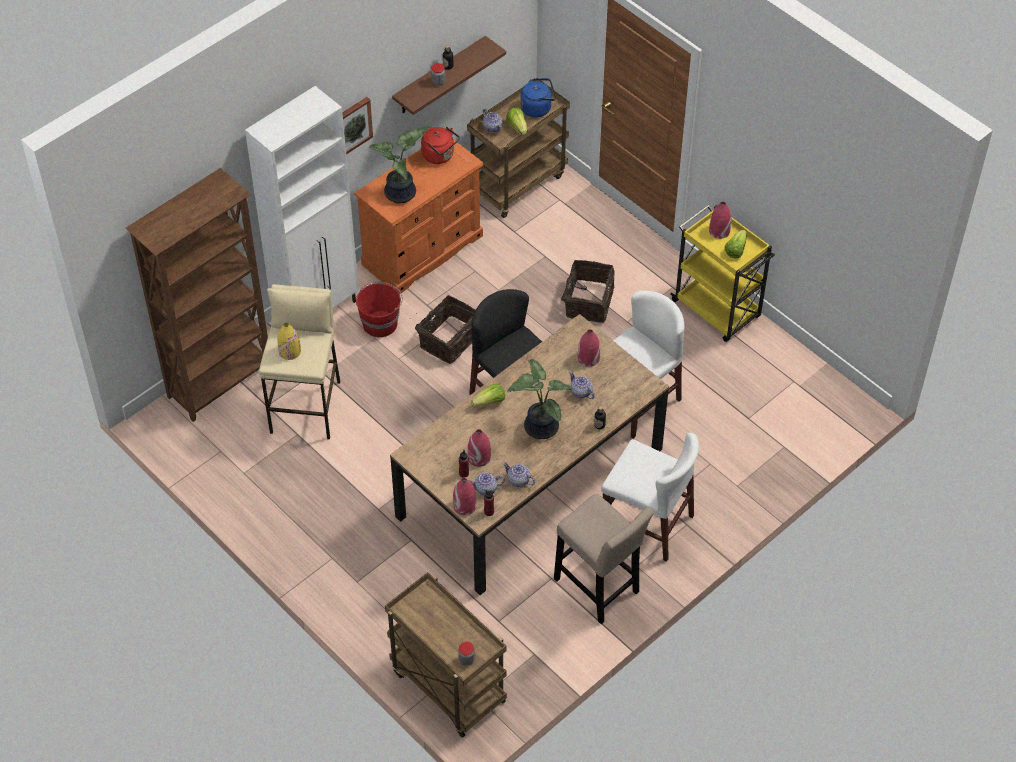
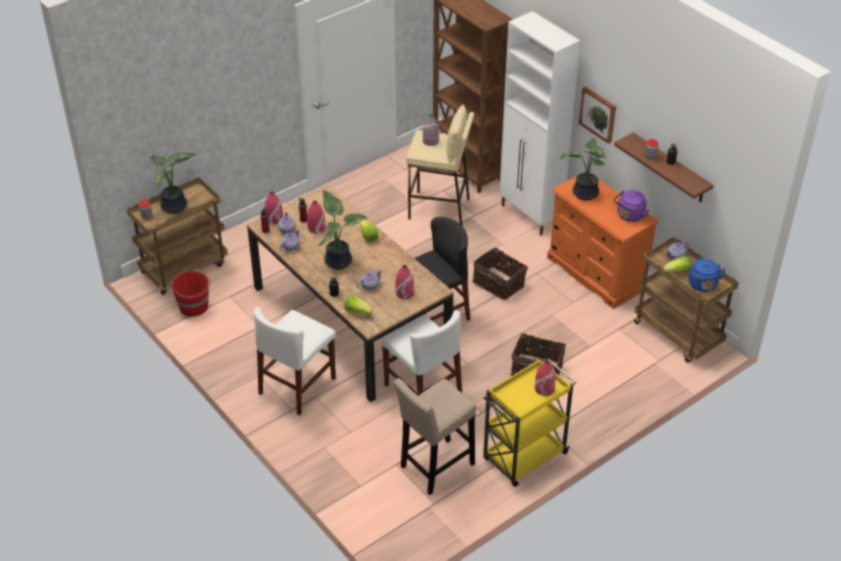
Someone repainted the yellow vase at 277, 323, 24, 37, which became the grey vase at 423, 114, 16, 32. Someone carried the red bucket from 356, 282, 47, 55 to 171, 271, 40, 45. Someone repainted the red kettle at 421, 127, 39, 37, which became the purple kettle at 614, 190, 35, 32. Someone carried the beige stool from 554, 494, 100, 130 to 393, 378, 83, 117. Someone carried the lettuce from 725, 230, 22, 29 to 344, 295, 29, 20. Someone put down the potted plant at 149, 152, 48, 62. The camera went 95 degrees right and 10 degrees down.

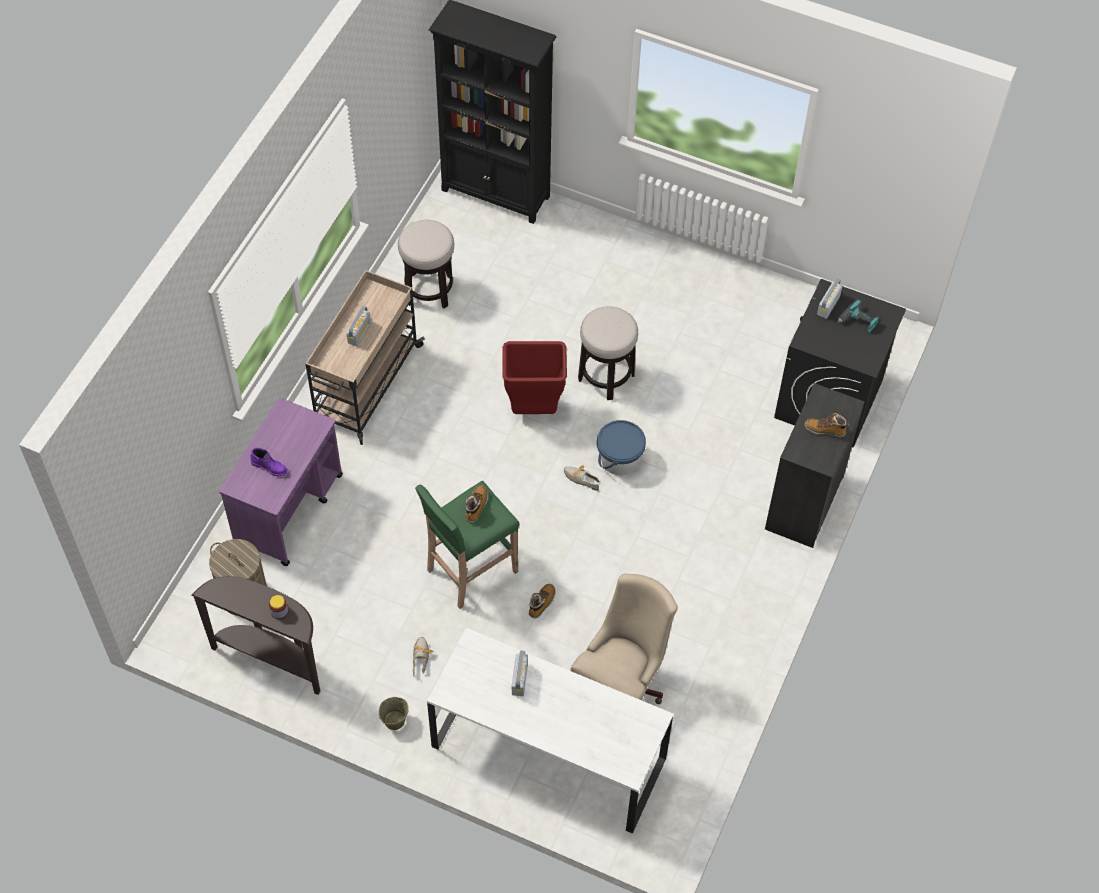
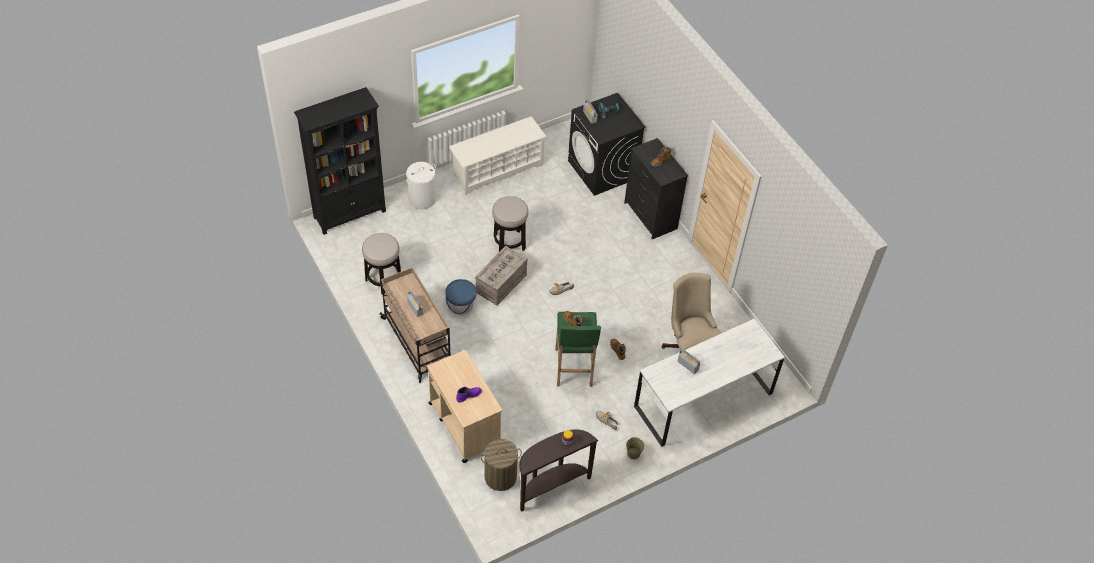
Someone repainted the purple cart at 219, 398, 124, 168, which became the beige cart at 427, 350, 75, 113. Someone swapped the red trash can at 502, 341, 65, 73 for the crate at 475, 246, 53, 60. Someone carried the blue bucket from 597, 420, 49, 55 to 445, 279, 31, 36. Someone put down the white laundry basket at 406, 162, 30, 47. Someone put down the white shoe rack at 449, 116, 98, 79. The camera went 55 degrees left and 5 degrees down.

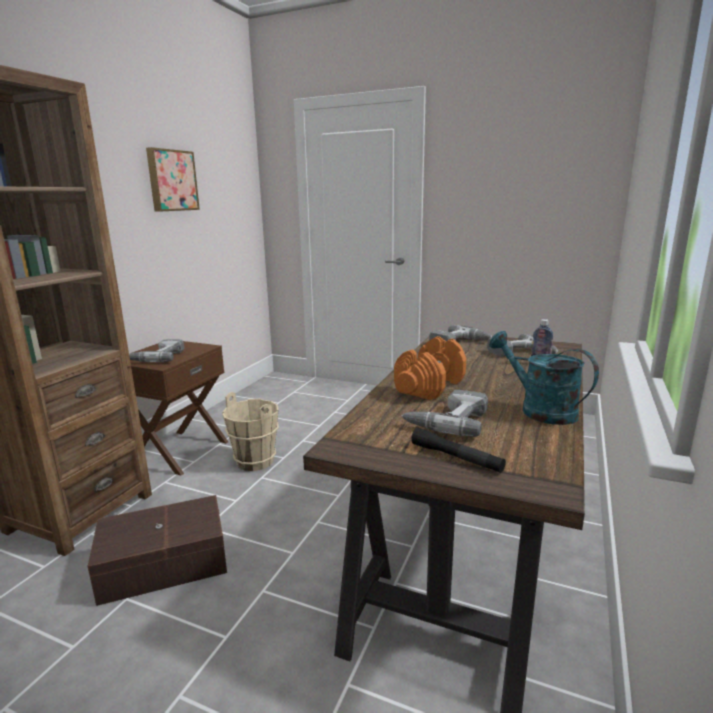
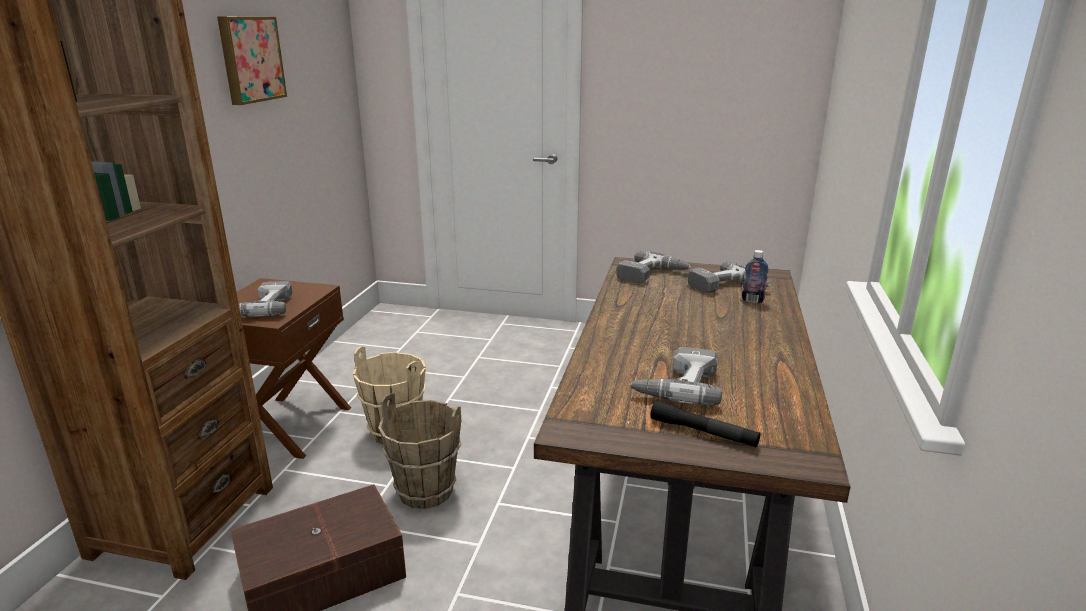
Someone took away the orange dumbbell at 394, 336, 72, 64. Someone took away the turquoise watering can at 489, 331, 110, 94. Someone put down the brown bucket at 378, 393, 84, 116. The camera went 10 degrees left and 5 degrees up.

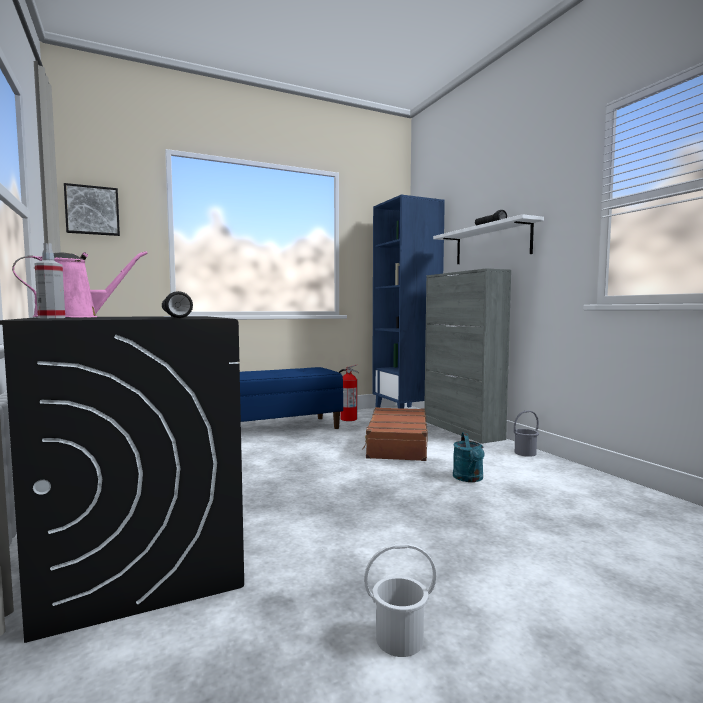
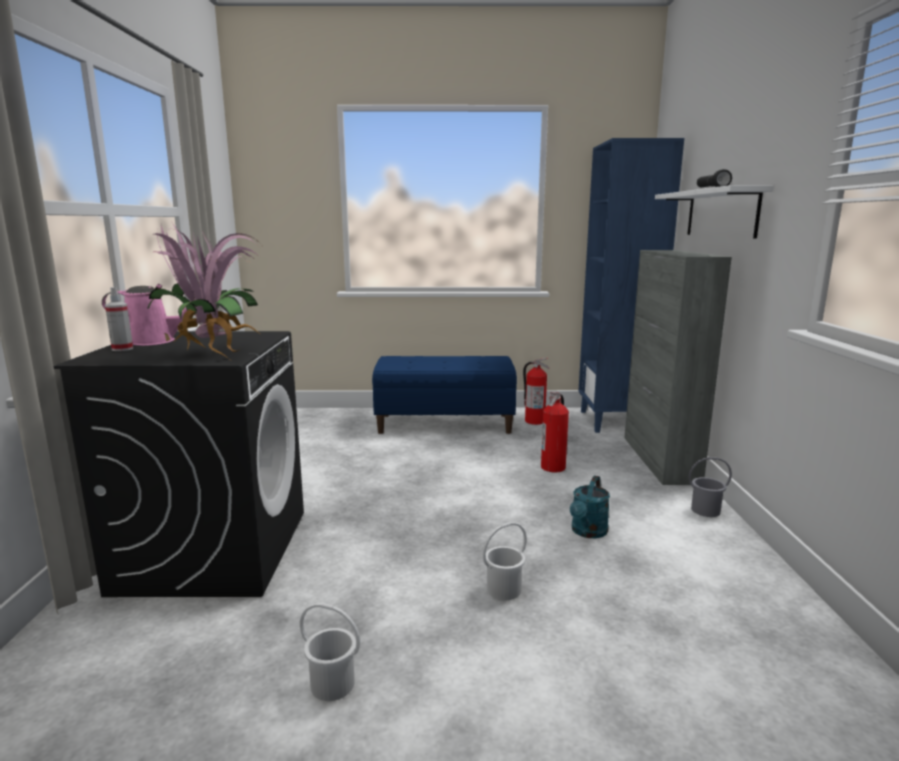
Someone took away the picture at 64, 183, 56, 53. Someone swapped the black flashlight at 162, 291, 31, 27 for the potted plant at 147, 223, 113, 136. Someone swapped the brown suitcase at 362, 407, 66, 54 for the fire extinguisher at 541, 392, 28, 80. Someone put down the white bucket at 483, 522, 44, 78. The camera went 25 degrees right and 10 degrees up.

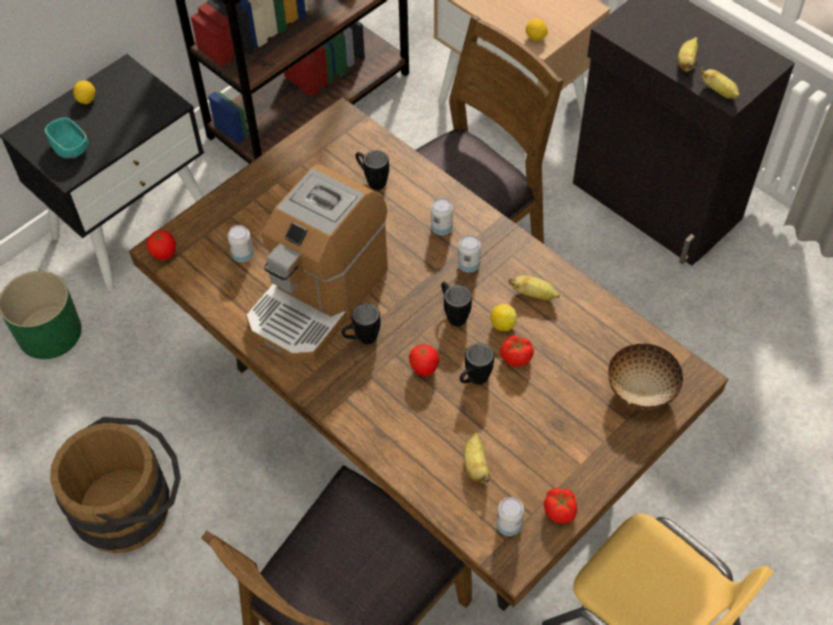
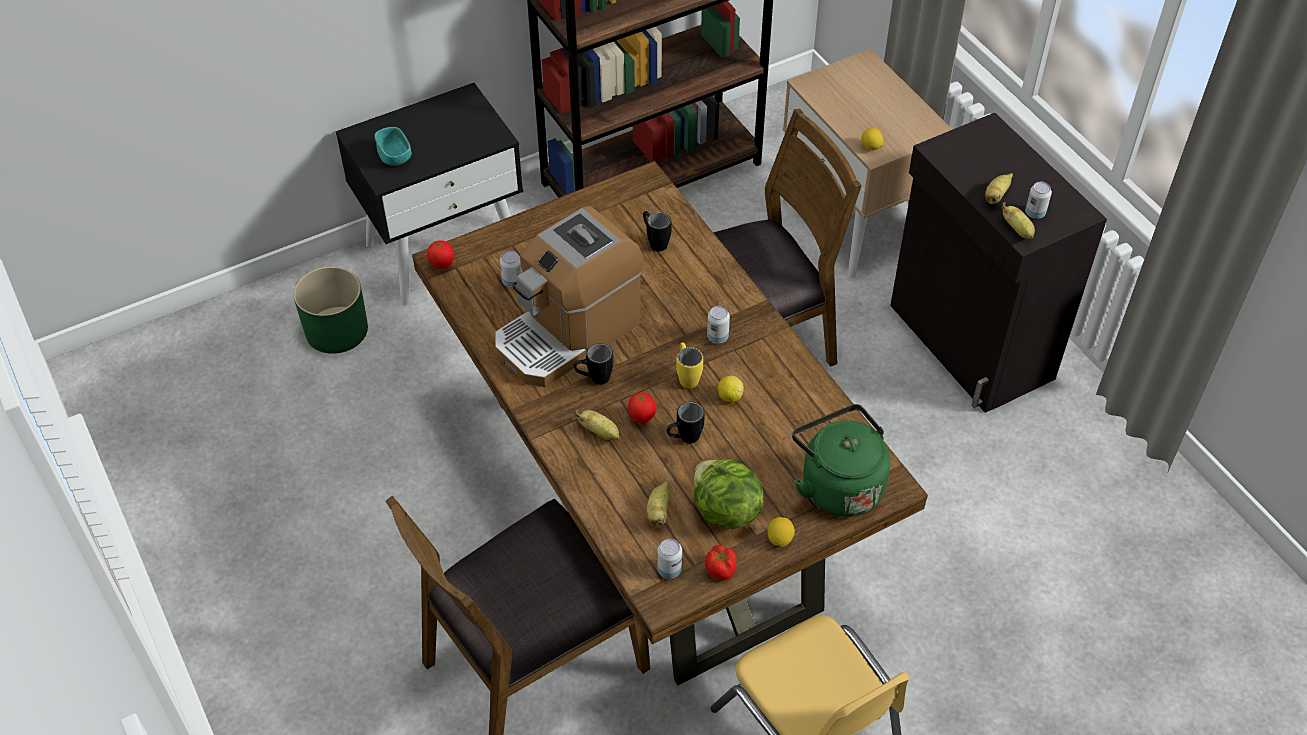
Someone took away the brown bucket at 50, 417, 131, 136. Someone carried the lemon from 73, 80, 22, 24 to 768, 517, 27, 30. Someone carried the can from 431, 198, 22, 37 to 1025, 182, 27, 37. Someone repainted the black mug at 441, 282, 31, 44, which became the yellow mug at 676, 342, 27, 46. Someone took away the tomato at 500, 335, 34, 32. Someone carried the banana from 509, 275, 51, 25 to 575, 410, 45, 30. Someone swapped the bowl at 608, 344, 75, 66 for the green kettle at 792, 404, 98, 113. Someone put down the lettuce at 694, 459, 70, 70. The camera went 15 degrees right and 5 degrees down.

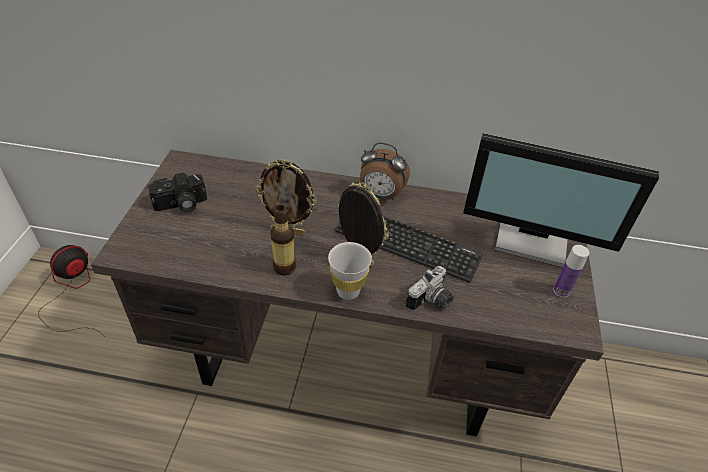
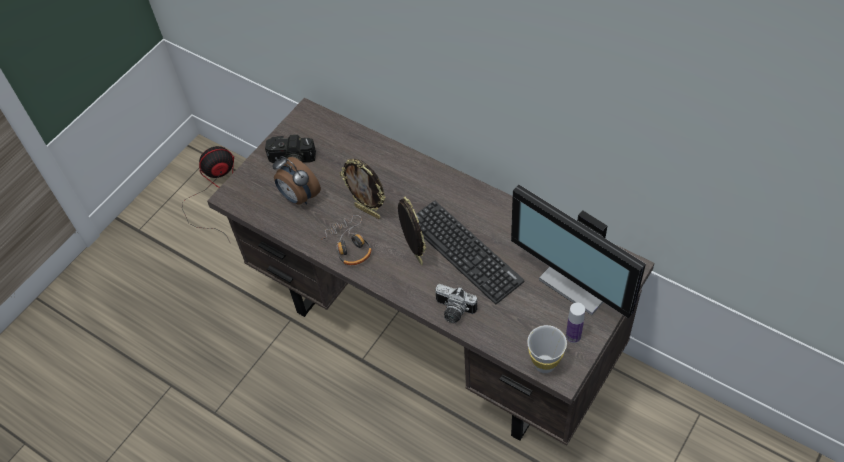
Someone swapped the bottle at 270, 205, 26, 71 for the headphones at 321, 215, 51, 50. Someone carried the white cup from 328, 242, 44, 58 to 527, 325, 40, 48. Someone carried the alarm clock from 360, 143, 50, 57 to 272, 156, 49, 49. Someone rotated the photo camera at 406, 266, 47, 45 by 45 degrees clockwise. The camera went 30 degrees right and 10 degrees up.

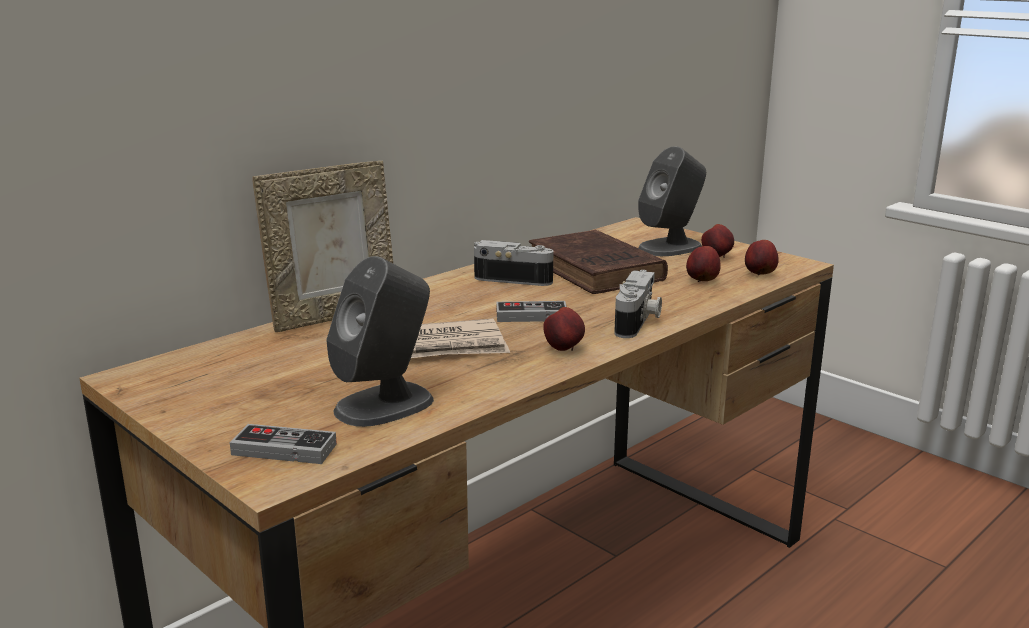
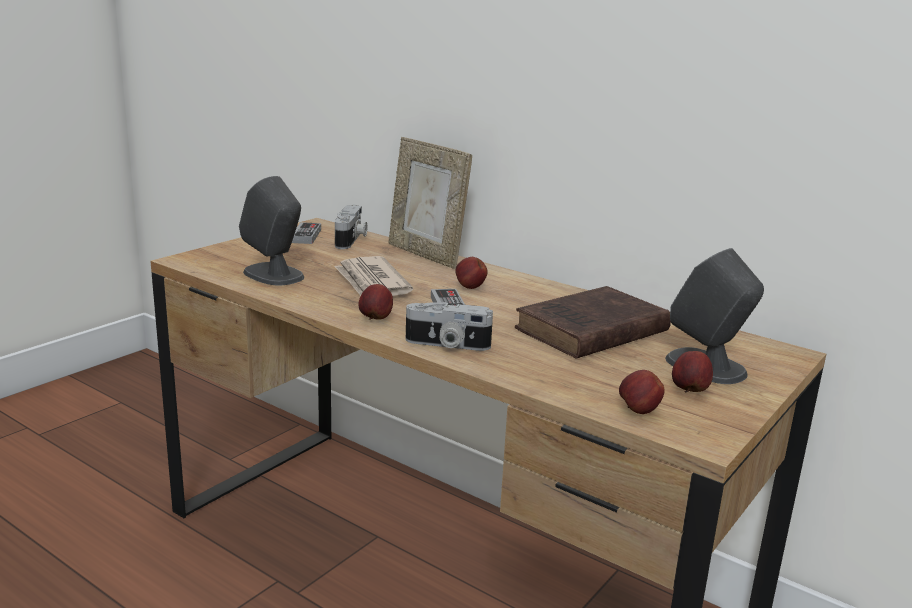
Someone carried the game controller from 230, 424, 107, 40 to 292, 222, 29, 22. Someone carried the photo camera from 474, 240, 79, 46 to 335, 205, 32, 44. Someone carried the apple from 686, 246, 35, 36 to 455, 257, 33, 32. The camera went 80 degrees right and 0 degrees up.

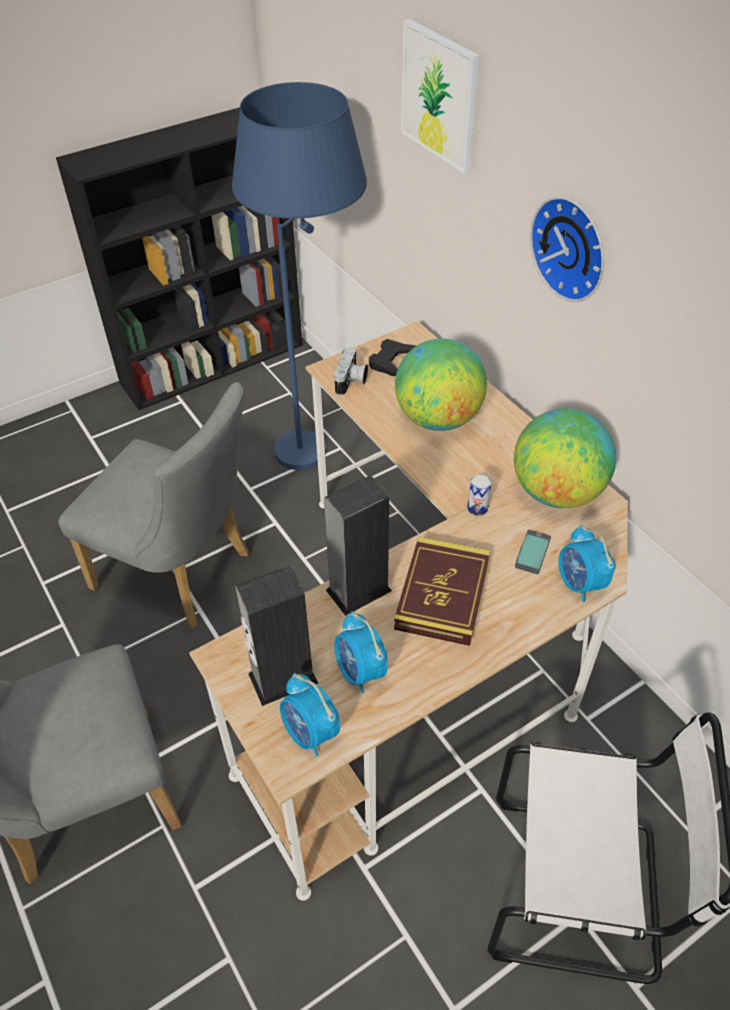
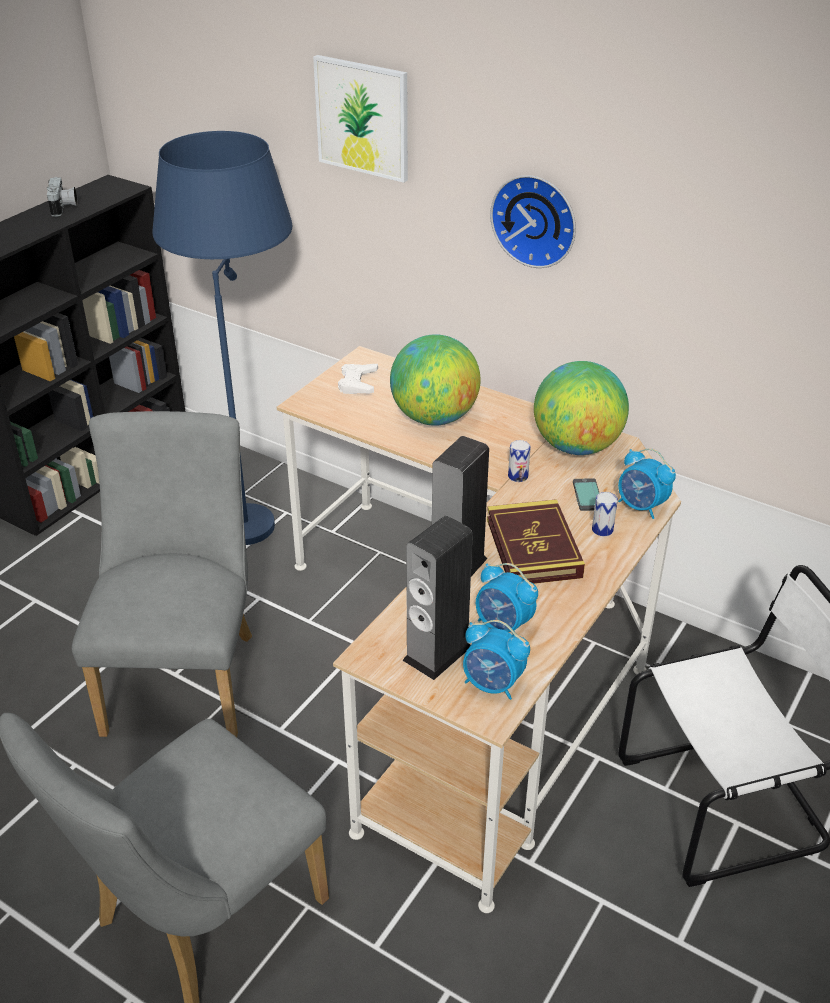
Someone rotated the grey chair at 58, 382, 191, 246 by 90 degrees counterclockwise. Someone carried the photo camera from 334, 347, 34, 49 to 47, 177, 31, 40. Someone repainted the black game controller at 369, 339, 46, 37, which became the white game controller at 338, 364, 40, 30. Someone put down the can at 592, 492, 26, 44. The camera went 25 degrees left and 10 degrees down.

